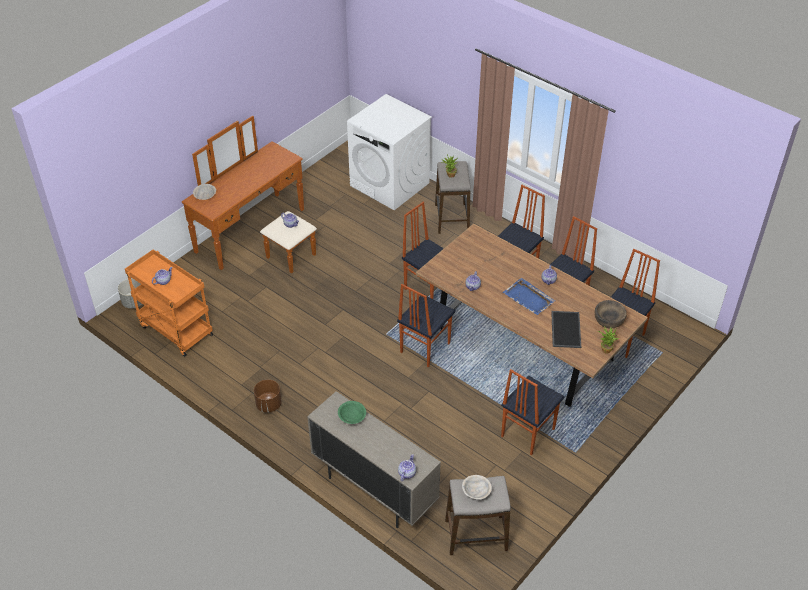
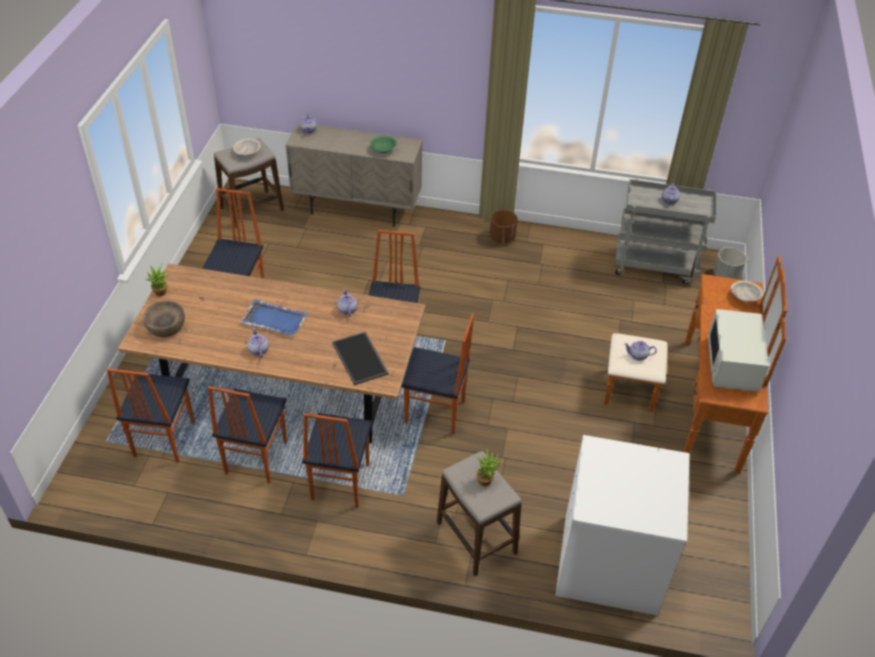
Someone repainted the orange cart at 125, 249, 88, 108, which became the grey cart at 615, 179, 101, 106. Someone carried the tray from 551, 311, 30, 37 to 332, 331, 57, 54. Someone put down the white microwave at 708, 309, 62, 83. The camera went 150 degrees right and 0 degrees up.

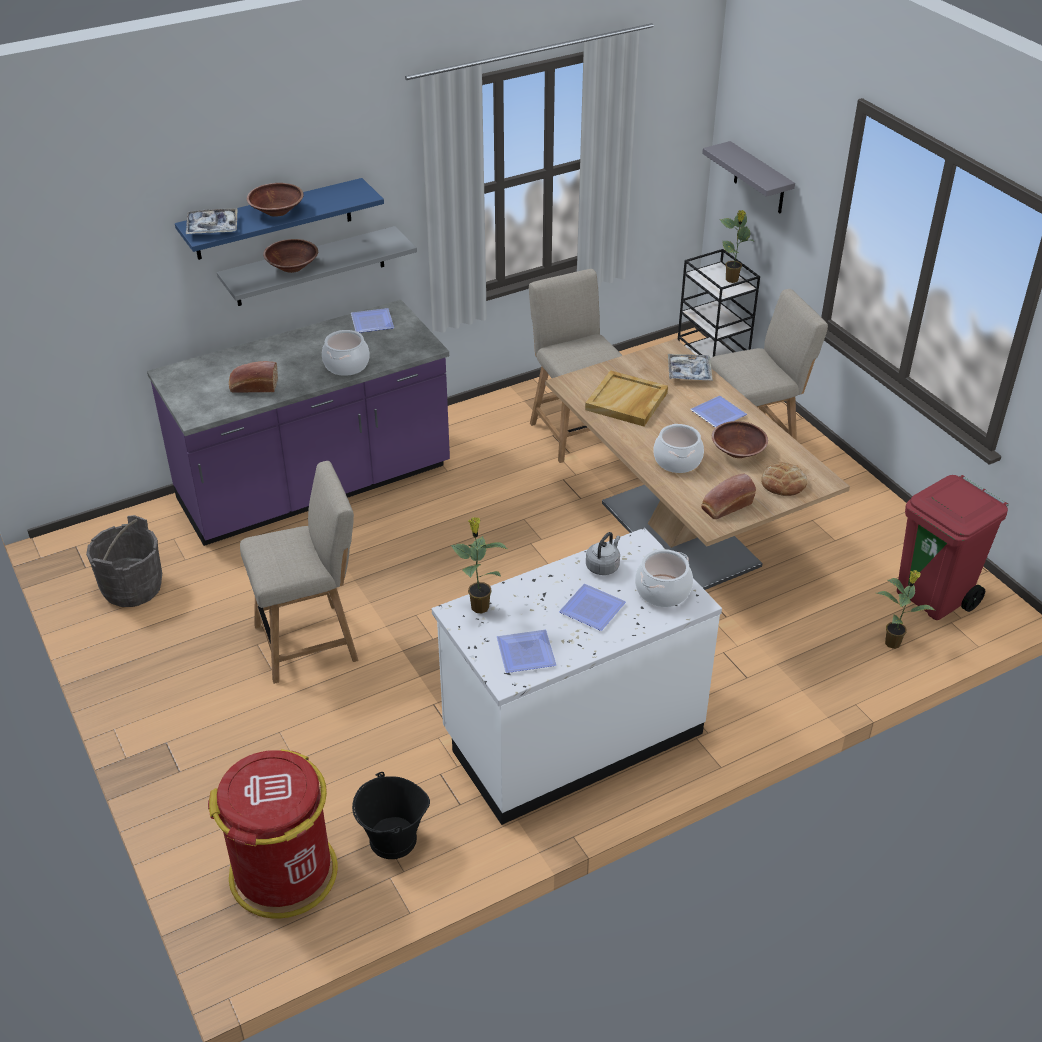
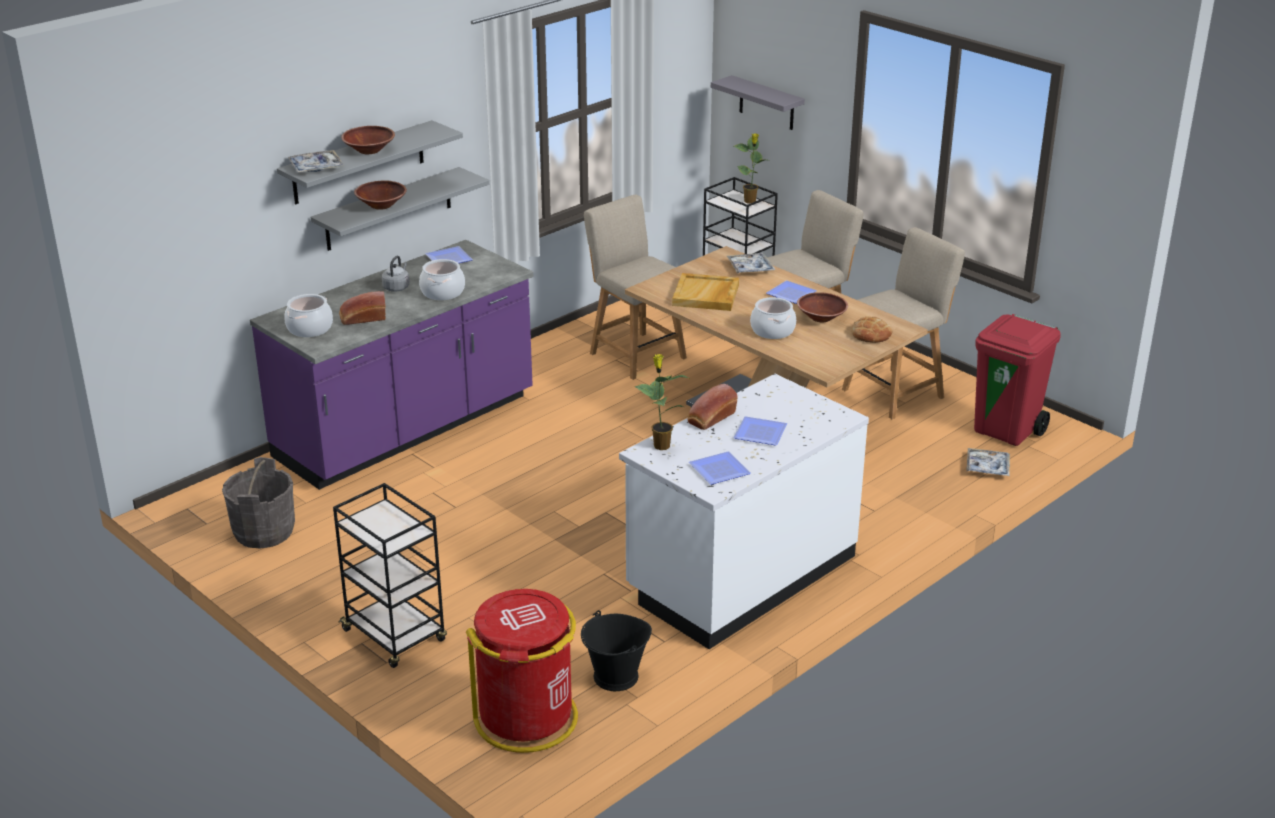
Someone repainted the blue shelf at 175, 178, 209, 82, which became the grey shelf at 277, 120, 186, 84. Someone carried the beige chair from 240, 461, 119, 223 to 842, 227, 123, 192. Someone carried the grey kettle from 586, 532, 34, 43 to 381, 256, 29, 36. Someone carried the cooking pot from 635, 549, 58, 58 to 284, 294, 49, 43. Someone carried the bread from 701, 474, 55, 45 to 688, 384, 50, 46. Someone swapped the potted plant at 876, 570, 59, 79 for the tray at 966, 448, 44, 28. Someone put down the black cart at 333, 483, 114, 185. The camera went 15 degrees left and 10 degrees down.

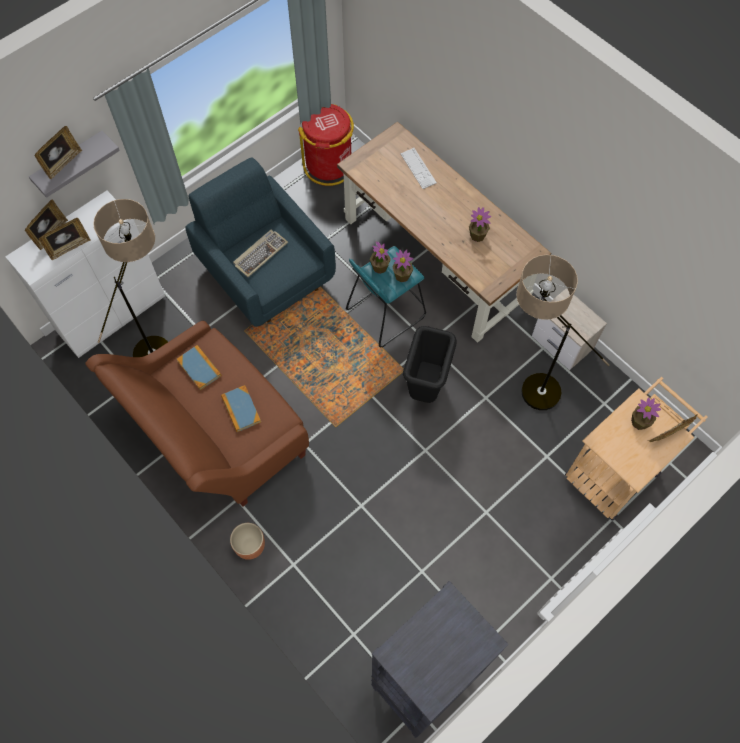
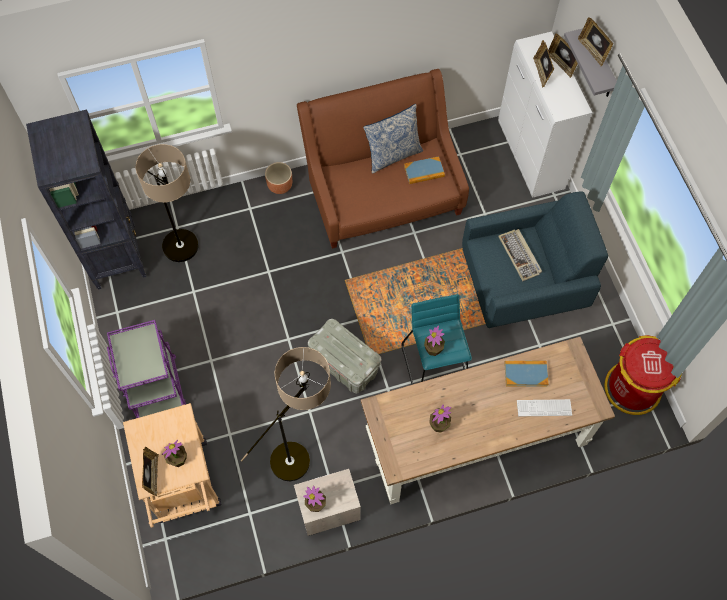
Someone carried the floor lamp from 93, 199, 75, 158 to 135, 144, 64, 118. Someone carried the book from 221, 385, 40, 47 to 504, 361, 45, 25. Someone carried the potted plant from 370, 241, 21, 33 to 303, 486, 23, 26. Someone swapped the black trash can at 403, 326, 54, 77 for the grey storage box at 308, 319, 73, 74. Someone put down the purple cart at 107, 320, 79, 98. Someone put down the pillow at 363, 104, 60, 70. The camera went 115 degrees right and 0 degrees up.

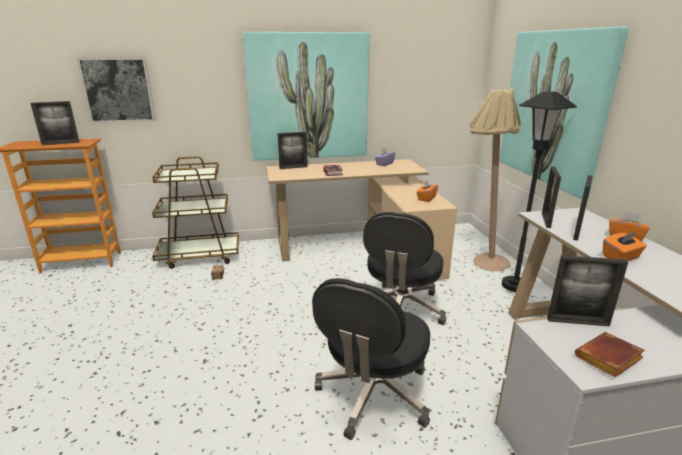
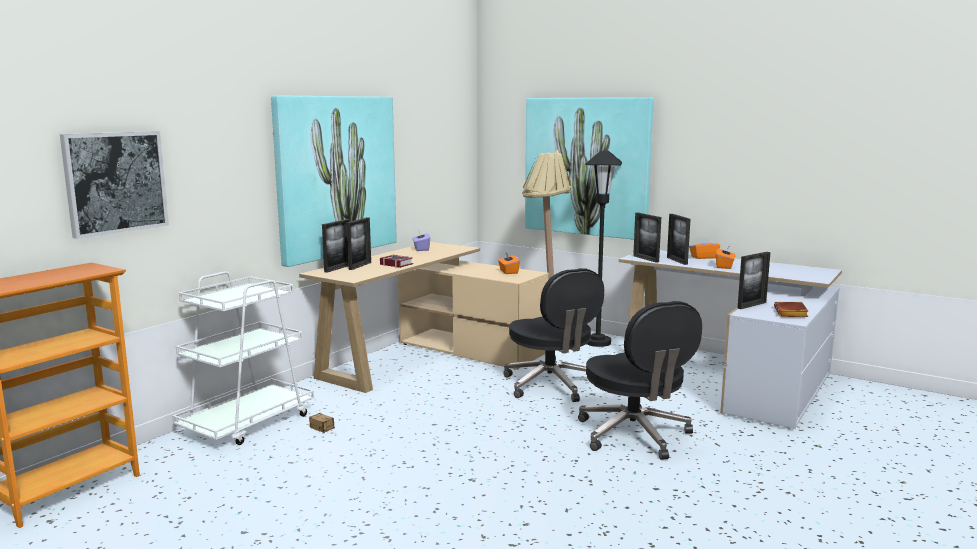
Someone carried the picture frame from 30, 101, 49, 44 to 347, 217, 24, 53. Someone repainted the brown cart at 152, 156, 87, 113, which became the white cart at 172, 271, 142, 174. The camera went 45 degrees left and 10 degrees down.

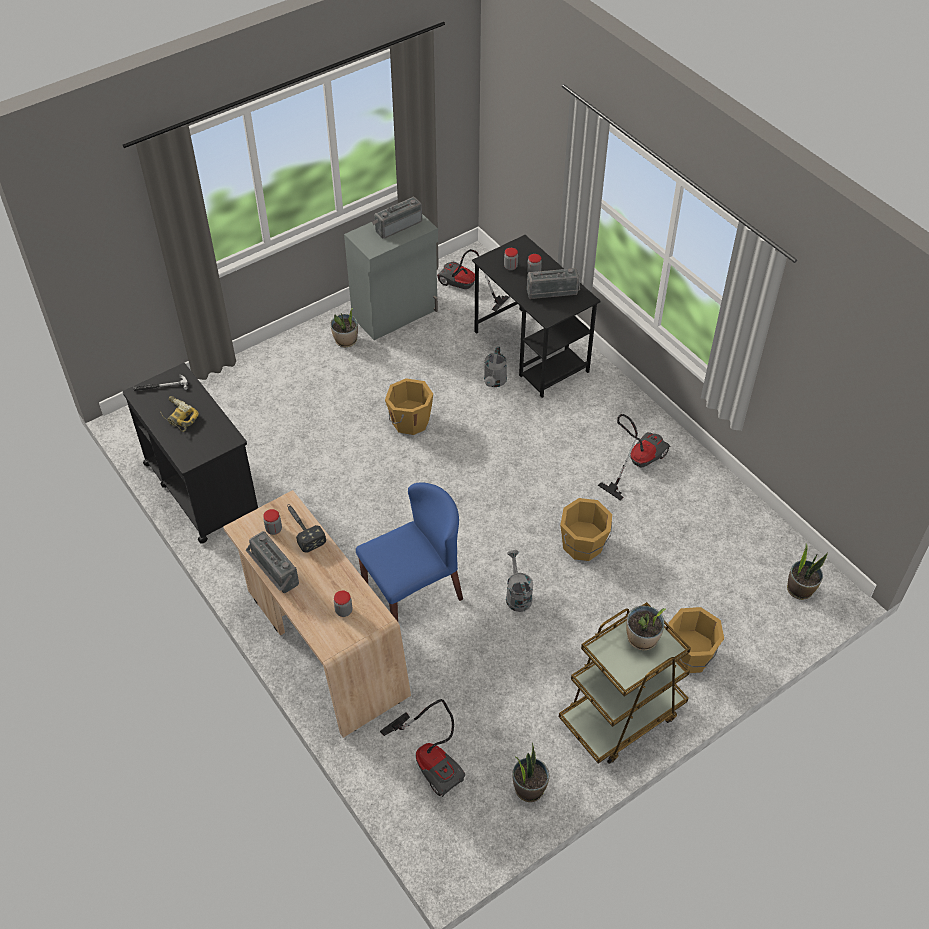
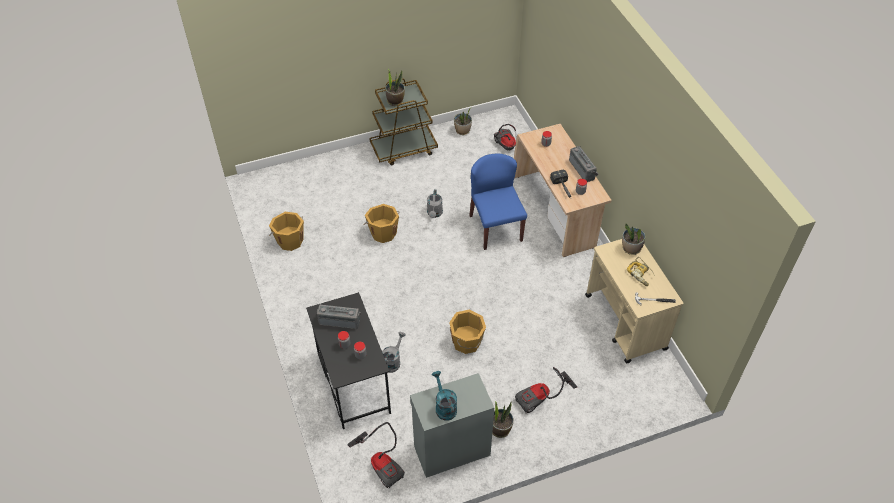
Someone repainted the black cart at 123, 363, 135, 181, which became the beige cart at 585, 239, 98, 124. Someone rotated the blue chair at 356, 482, 107, 139 by 90 degrees clockwise. Someone swapped the radio at 372, 197, 50, 42 for the turquoise watering can at 432, 371, 25, 50. Someone carried the vacuum cleaner from 598, 414, 73, 87 to 515, 367, 62, 46. Someone carried the orange bucket from 668, 607, 56, 66 to 269, 212, 35, 39. Someone carried the potted plant from 787, 544, 41, 56 to 622, 224, 24, 31. The camera went 165 degrees left and 0 degrees up.

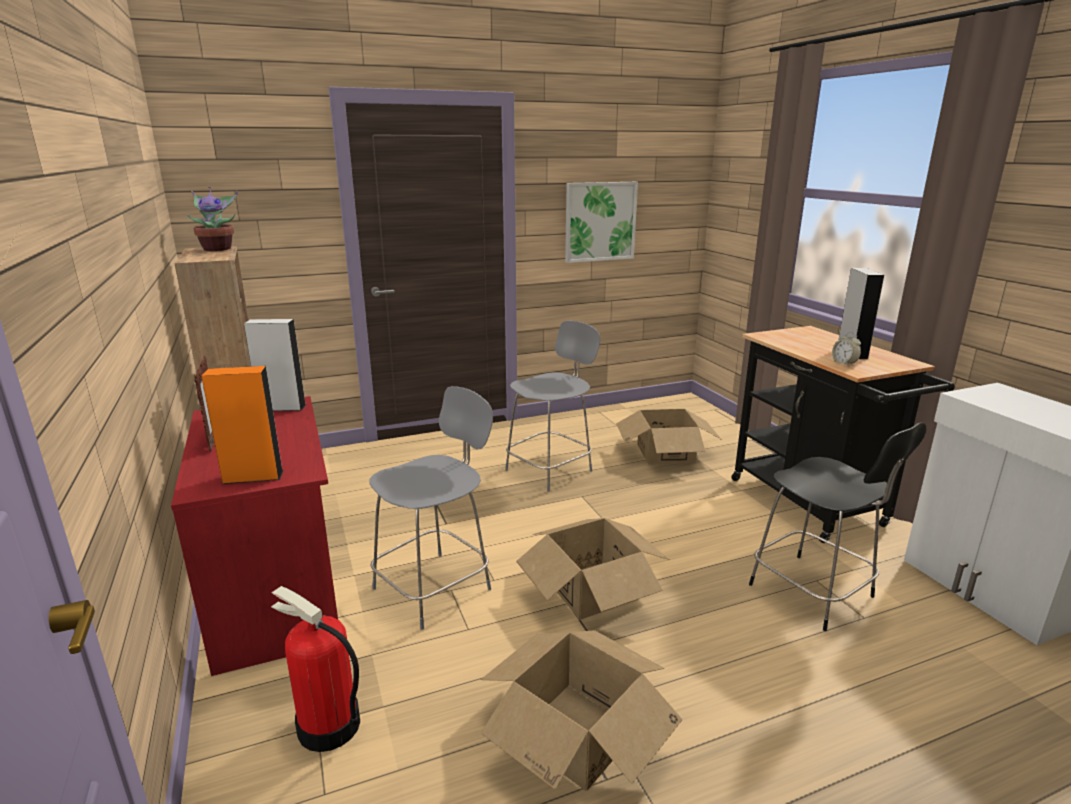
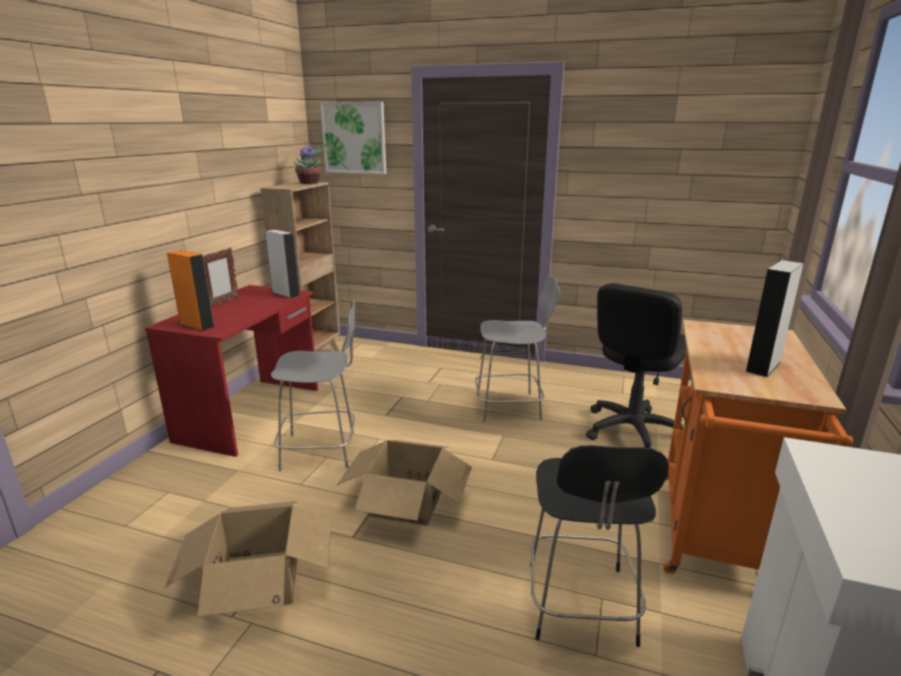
Someone took away the fire extinguisher at 271, 586, 89, 166. Someone carried the picture from 565, 182, 73, 81 to 320, 102, 66, 72. Someone swapped the cardboard box at 616, 409, 106, 56 for the black office chair at 586, 283, 101, 166. Someone repainted the black cart at 731, 326, 223, 217, which became the orange cart at 663, 320, 190, 254. Someone took away the alarm clock at 832, 332, 29, 34. The camera went 40 degrees right and 0 degrees up.

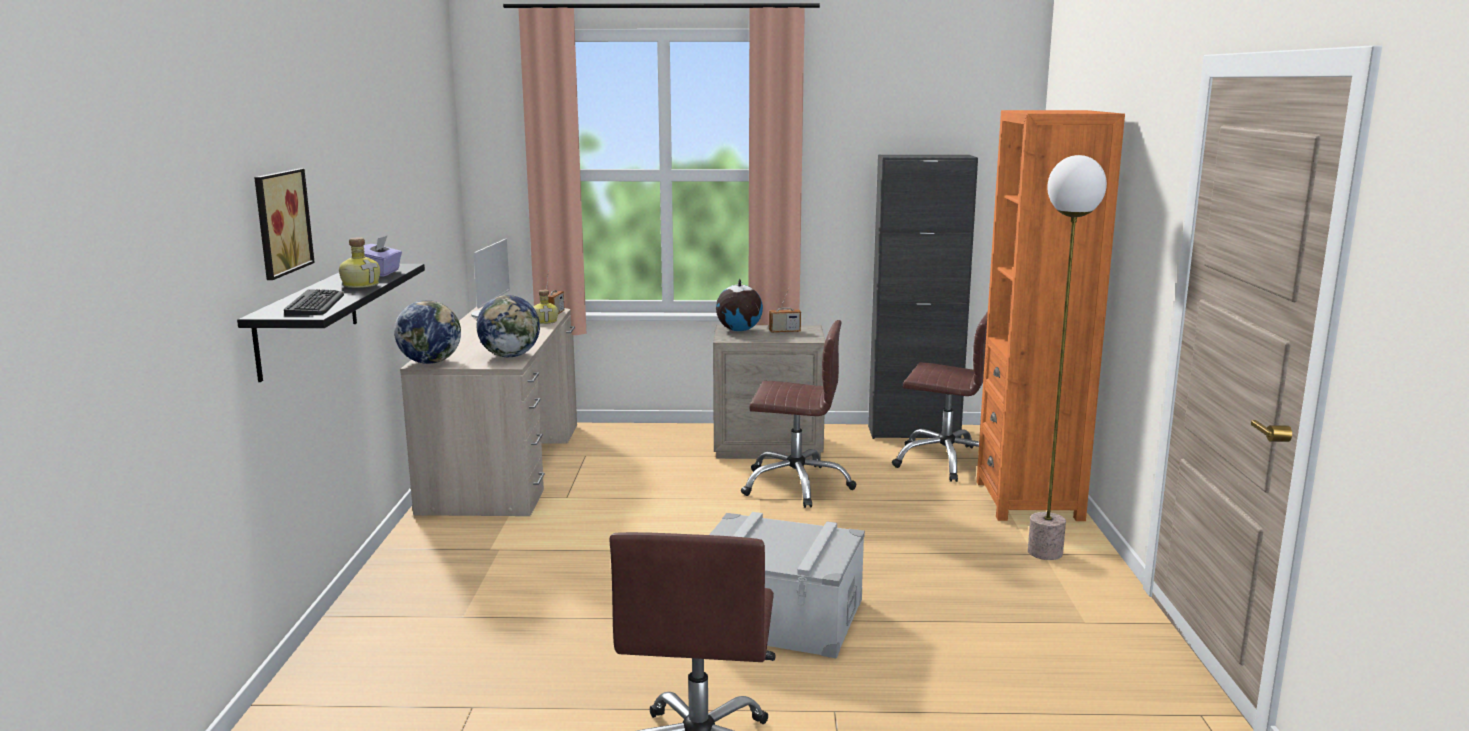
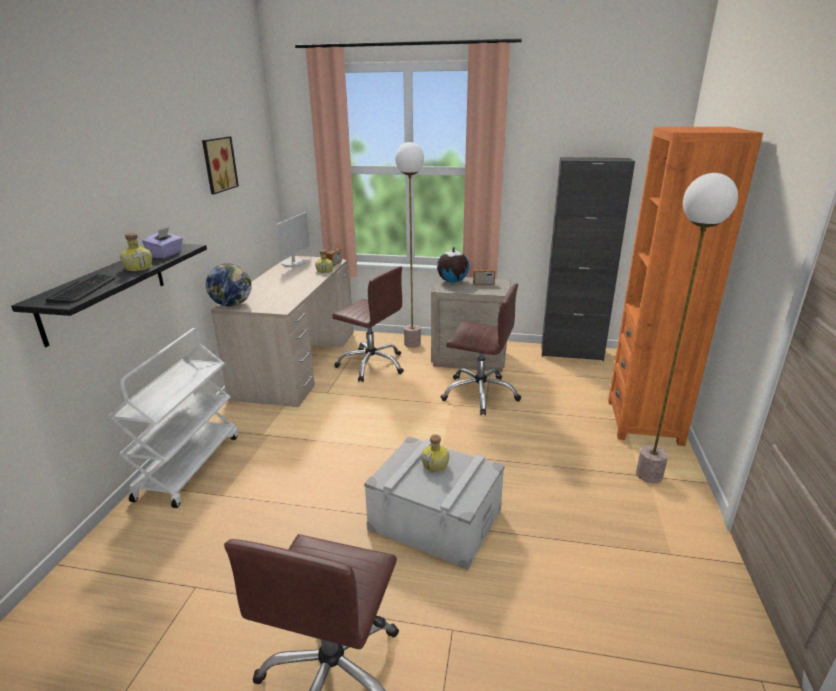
Someone carried the picture from 254, 169, 61, 111 to 202, 136, 37, 58. Someone took away the globe at 477, 295, 63, 62. Someone carried the brown office chair from 892, 312, 96, 170 to 332, 266, 72, 116. Someone put down the white cart at 108, 328, 130, 180. Someone put down the floor lamp at 395, 142, 29, 206. Someone put down the bottle at 421, 435, 28, 37. The camera went 10 degrees right and 10 degrees up.

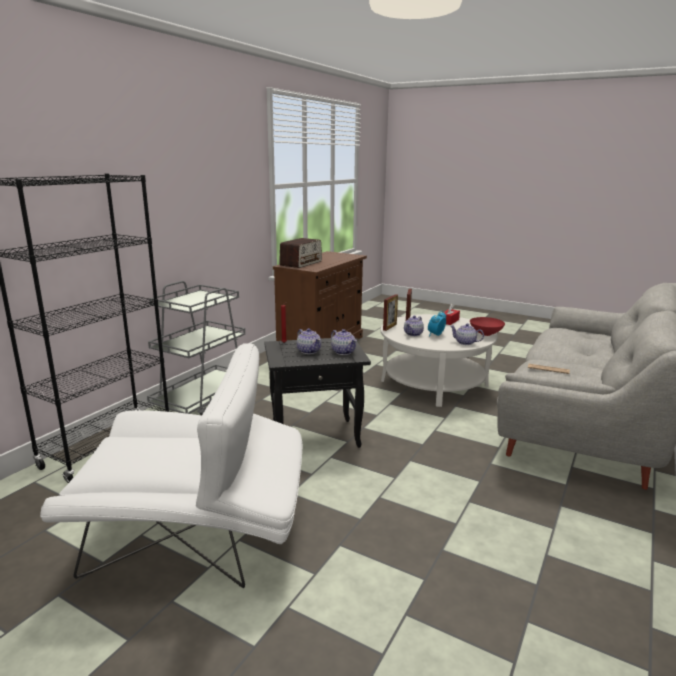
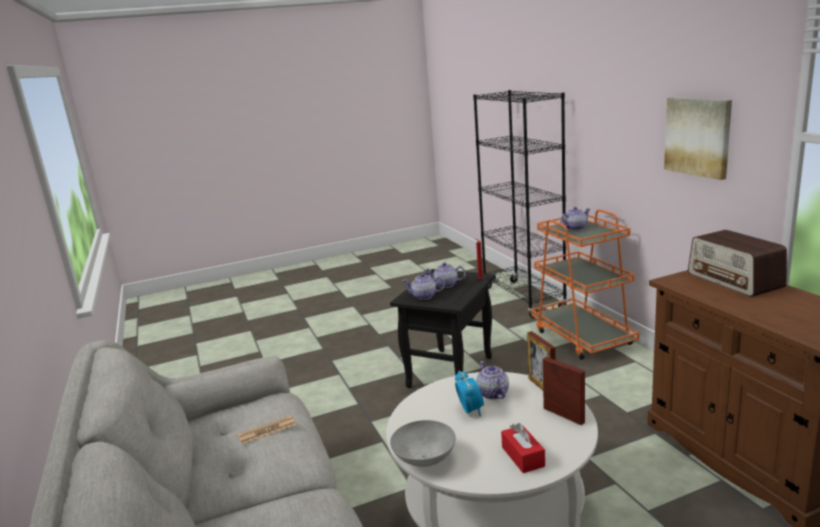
Someone took away the white armchair at 40, 344, 262, 244. Someone repainted the grey cart at 147, 281, 98, 134, which became the orange cart at 531, 209, 108, 151. Someone carried the teapot from 450, 323, 34, 22 to 560, 207, 30, 23. Someone repainted the red bowl at 470, 317, 35, 19, which became the grey bowl at 390, 420, 66, 47. Someone put up the picture at 664, 97, 68, 83. The camera went 130 degrees right and 0 degrees up.

